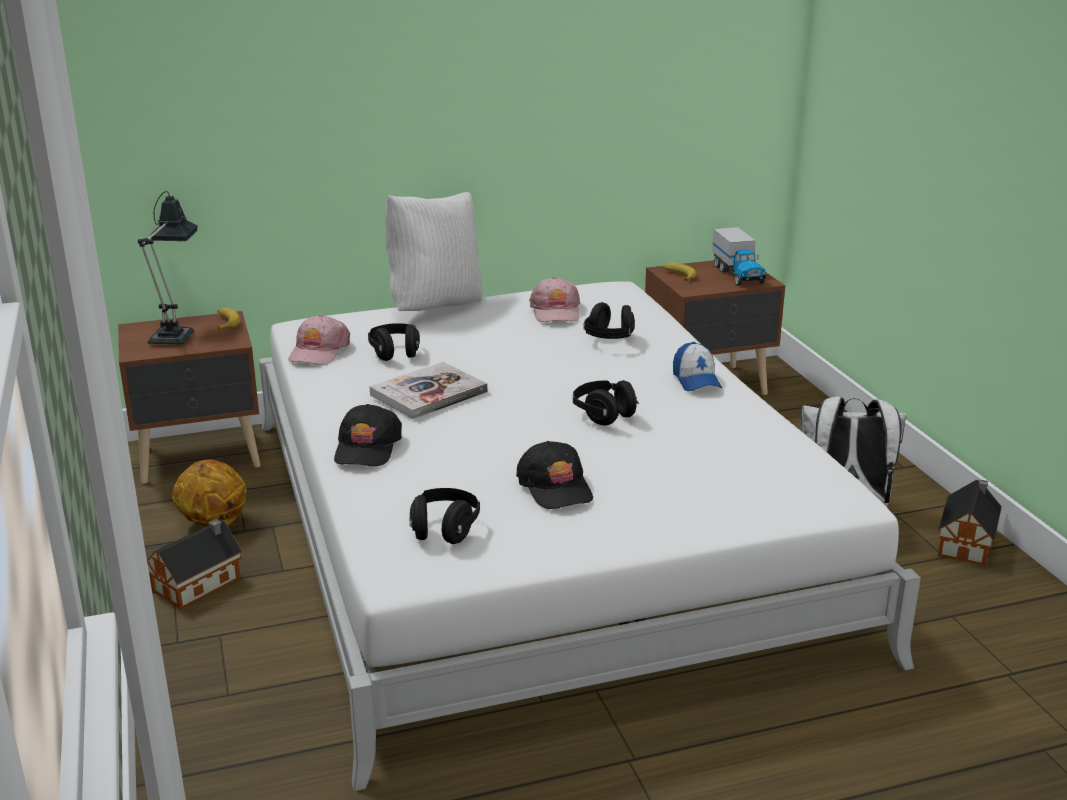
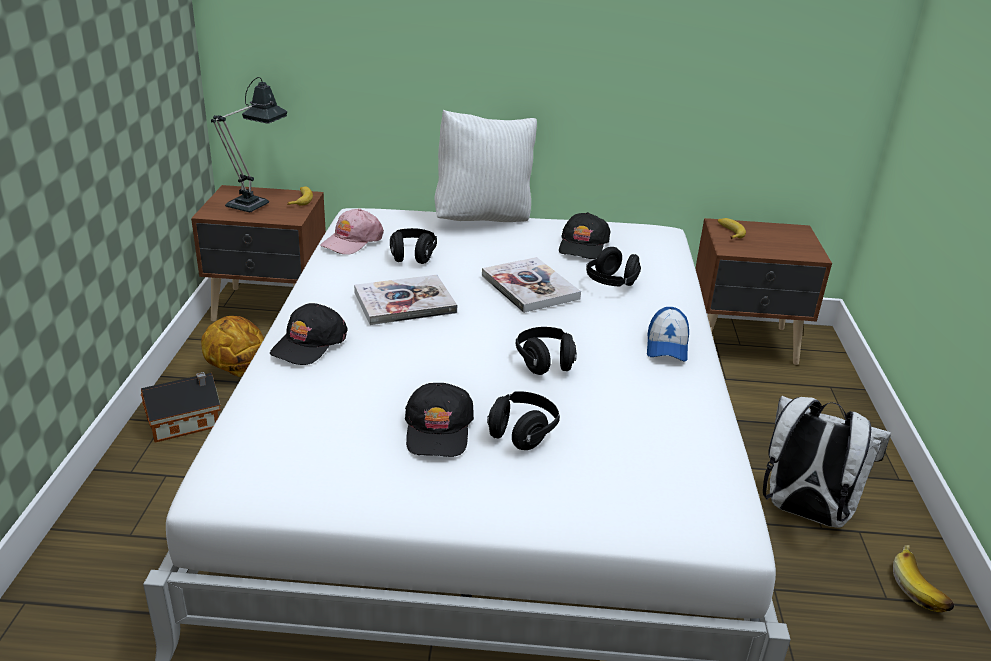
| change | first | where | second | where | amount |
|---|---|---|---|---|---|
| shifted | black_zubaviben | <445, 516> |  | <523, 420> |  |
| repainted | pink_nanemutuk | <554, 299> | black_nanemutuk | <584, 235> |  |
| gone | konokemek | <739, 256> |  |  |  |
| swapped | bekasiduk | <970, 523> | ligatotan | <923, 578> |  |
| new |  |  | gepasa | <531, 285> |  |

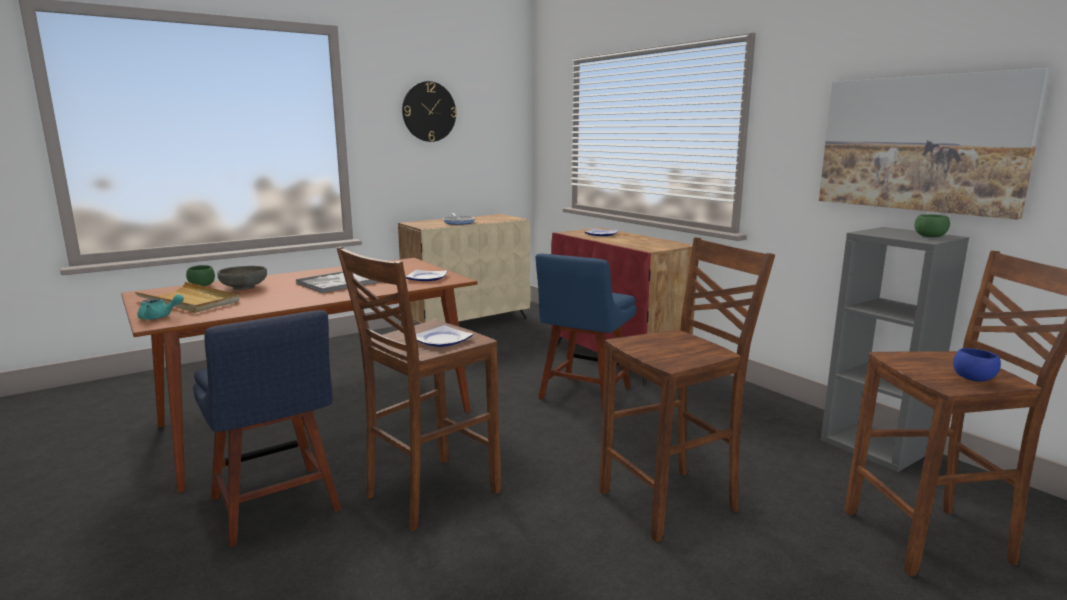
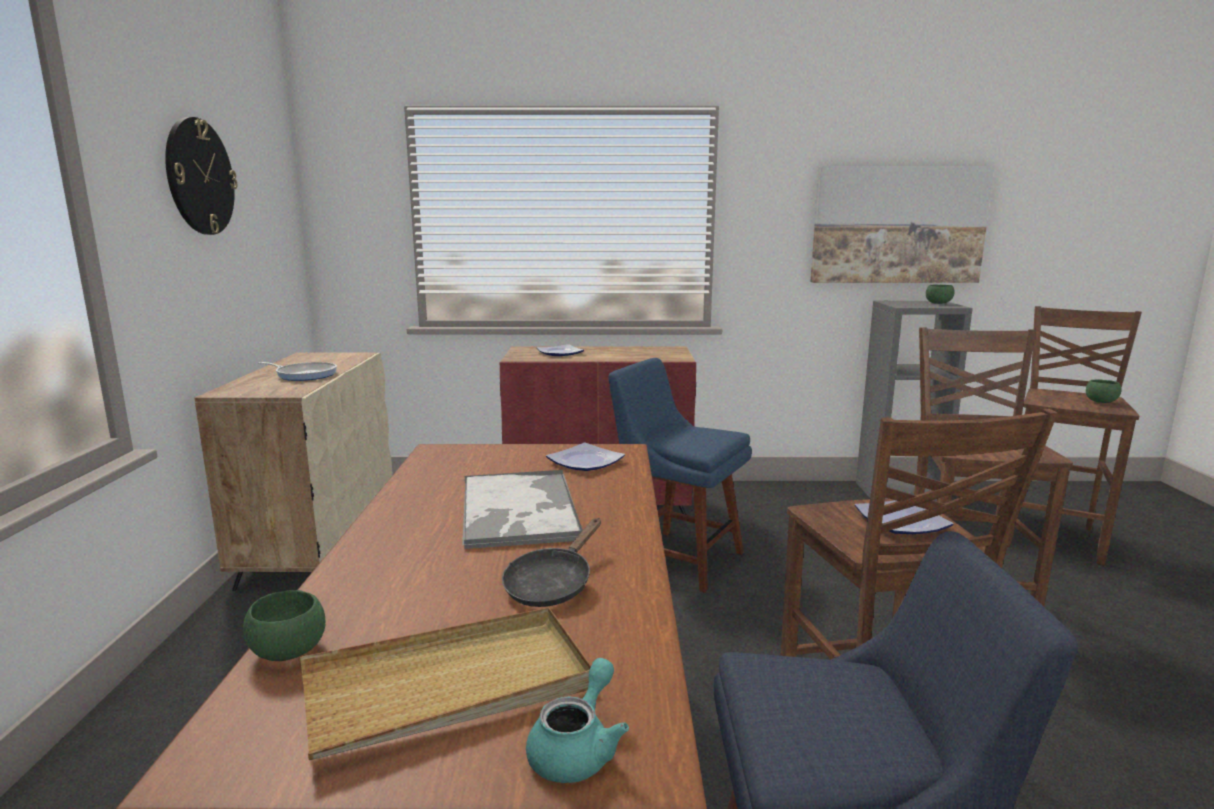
| change | first | where | second | where | amount |
|---|---|---|---|---|---|
| gone | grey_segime | <242, 278> |  |  |  |
| rotated | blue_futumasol | <586, 333> |  | <680, 475> | 150 degrees clockwise |
| repainted | blue_segime | <977, 365> | green_segime | <1103, 391> |  |
| new |  |  | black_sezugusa | <551, 562> |  |

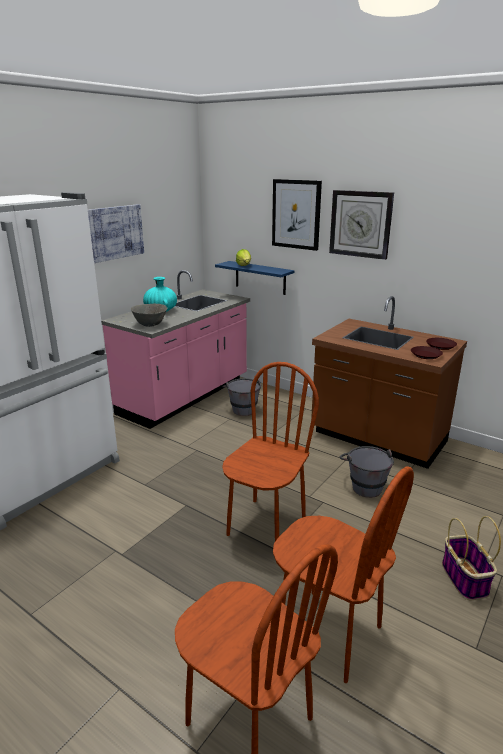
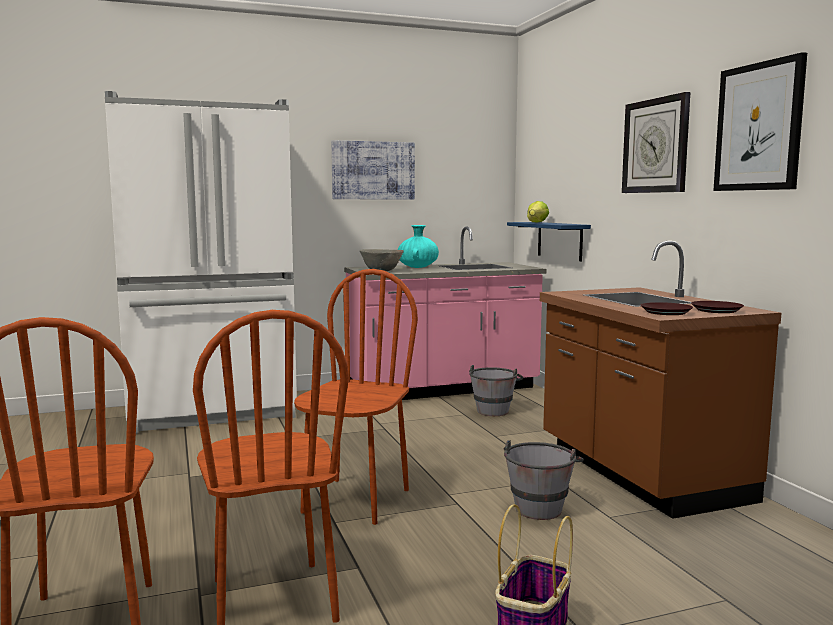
| change | first | where | second | where | amount |
|---|---|---|---|---|---|
| rotated | brown_futumasol | <270, 451> |  | <356, 397> | 45 degrees counterclockwise |
| shifted | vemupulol | <297, 215> |  | <760, 121> |  |

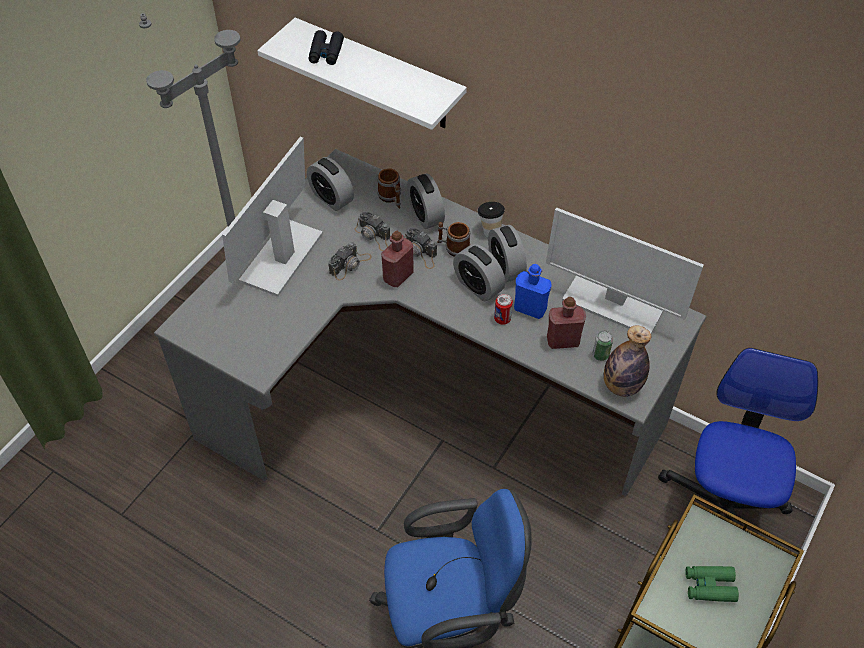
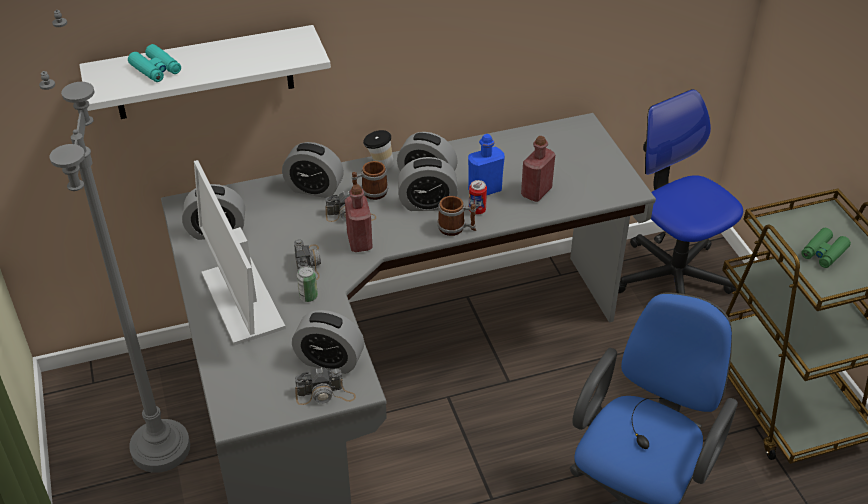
| change | first | where | second | where | amount |
|---|---|---|---|---|---|
| repainted | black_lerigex | <326, 47> | turquoise_lerigex | <154, 63> |  |
| shifted | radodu | <372, 231> |  | <325, 386> |  |
| shifted | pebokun | <389, 188> |  | <456, 216> |  |
| gone | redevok | <625, 271> |  |  |  |
| shifted | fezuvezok | <603, 346> |  | <307, 284> |  |
| gone | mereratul | <627, 361> |  |  |  |
| new |  |  | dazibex | <328, 342> |  |

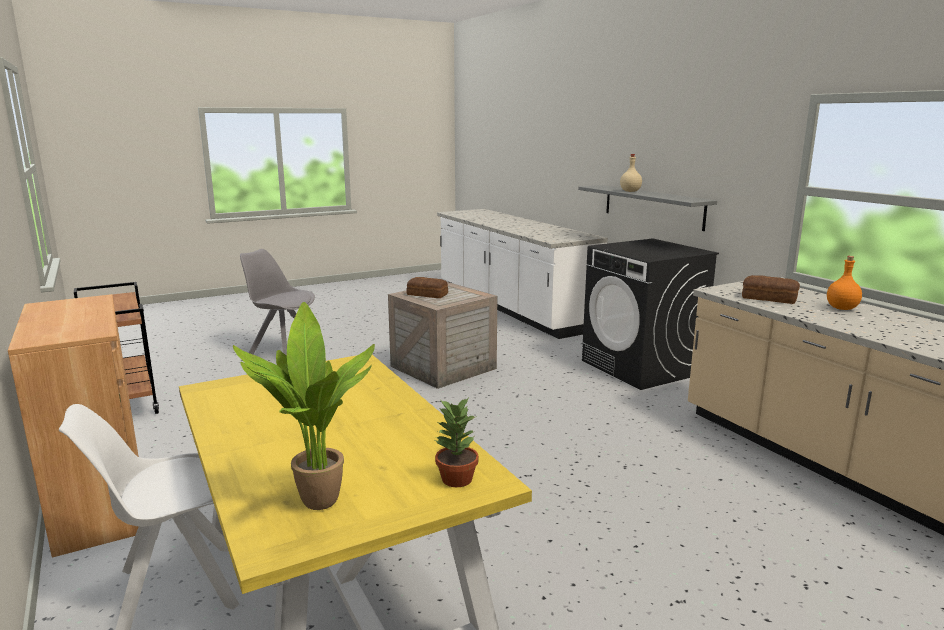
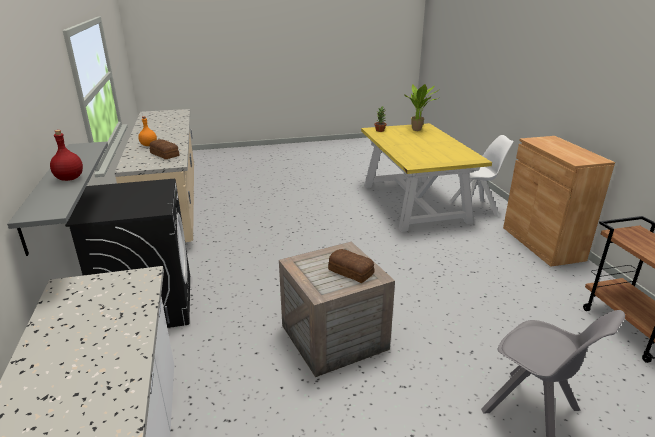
| change | first | where | second | where | amount |
|---|---|---|---|---|---|
| repainted | beige_mereratul | <631, 173> | red_mereratul | <66, 155> |  |

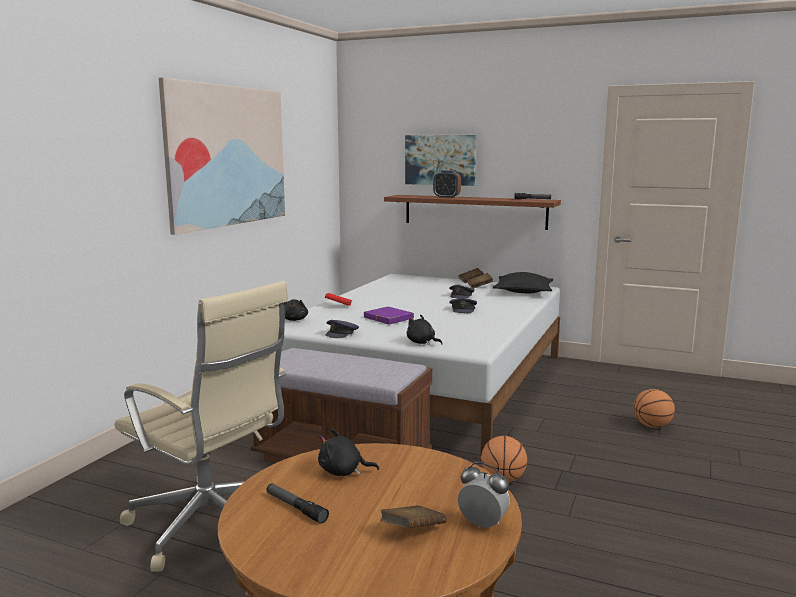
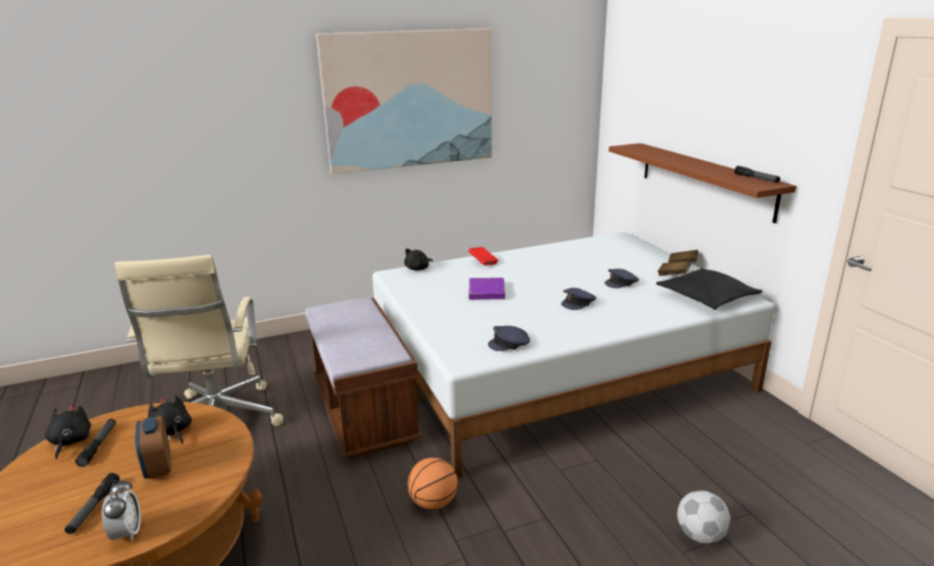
| change | first | where | second | where | amount |
|---|---|---|---|---|---|
| shifted | grey_nanemutuk | <342, 329> |  | <509, 338> |  |
| swapped | brown_gepasa | <413, 516> | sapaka | <92, 503> |  |
| gone | vemupulol | <440, 160> |  |  |  |
| shifted | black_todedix | <424, 330> |  | <68, 431> |  |
| shifted | dazibex | <447, 184> |  | <153, 447> |  |
| swapped | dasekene | <654, 408> | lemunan | <704, 517> |  |

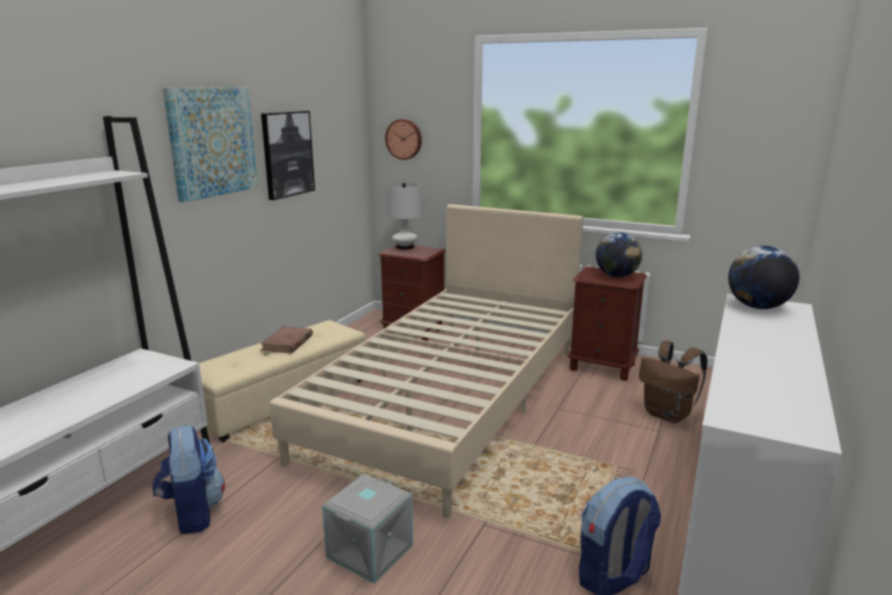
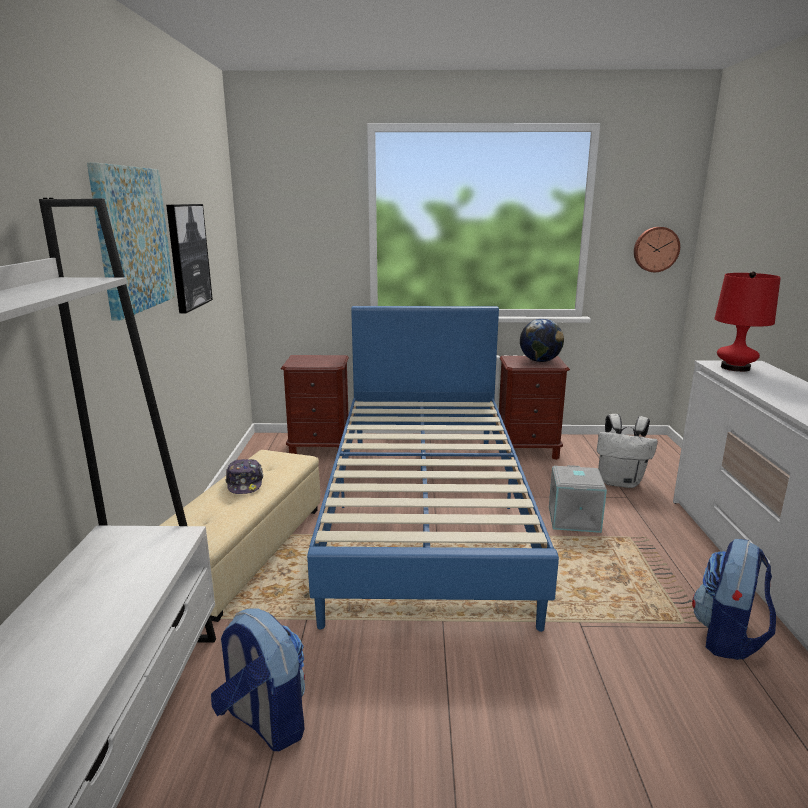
| change | first | where | second | where | amount |
|---|---|---|---|---|---|
| swapped | brown_gepasa | <286, 339> | nanemutuk | <244, 476> |  |
| repainted | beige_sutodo | <426, 361> | blue_sutodo | <433, 469> |  |
| shifted | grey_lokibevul | <367, 529> |  | <578, 499> |  |
| shifted | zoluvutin | <403, 139> |  | <657, 249> |  |
| gone | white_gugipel | <404, 216> |  |  |  |
| repainted | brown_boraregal | <673, 382> | white_boraregal | <627, 451> |  |
| swapped | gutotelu | <763, 277> | red_gugipel | <747, 321> |  |

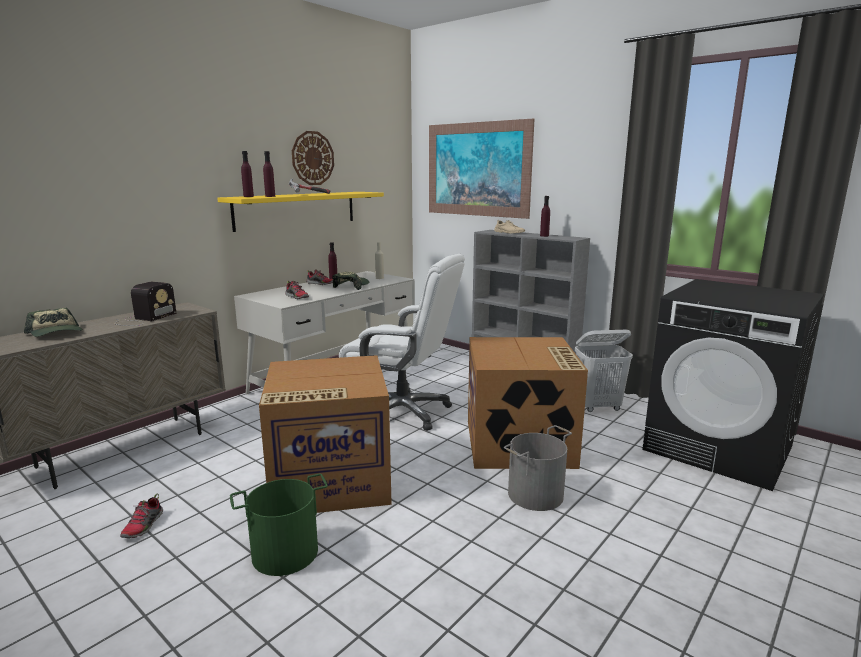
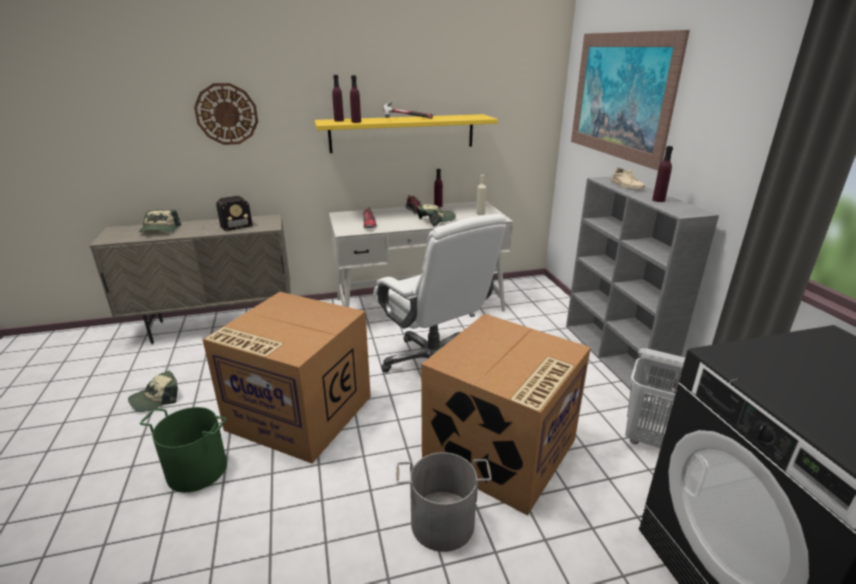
| change | first | where | second | where | amount |
|---|---|---|---|---|---|
| swapped | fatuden | <141, 516> | nanemutuk | <153, 391> |  |
| shifted | zoluvutin | <313, 158> |  | <226, 114> |  |

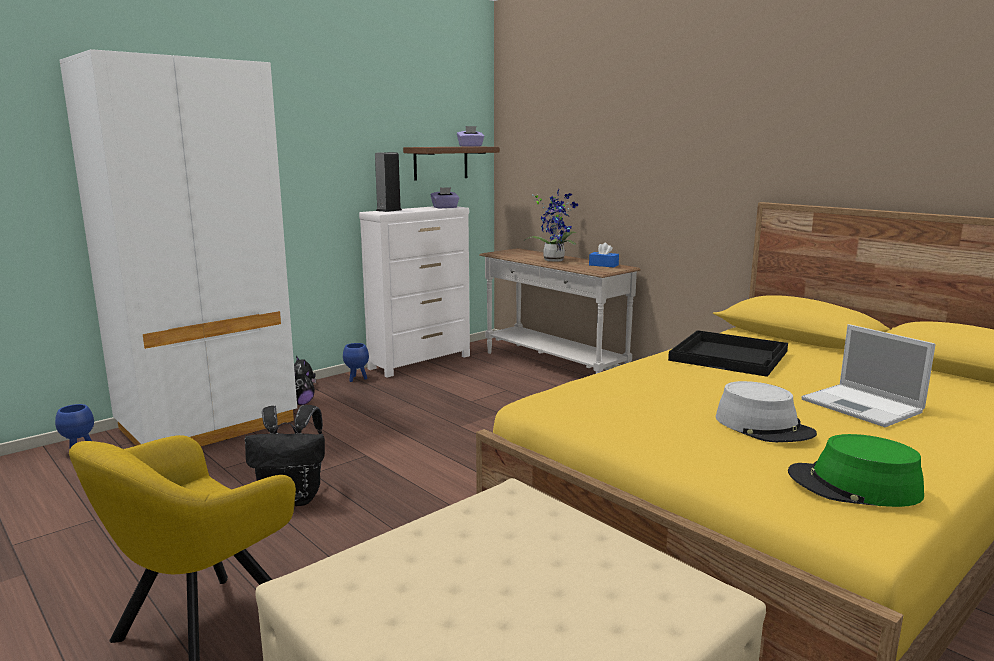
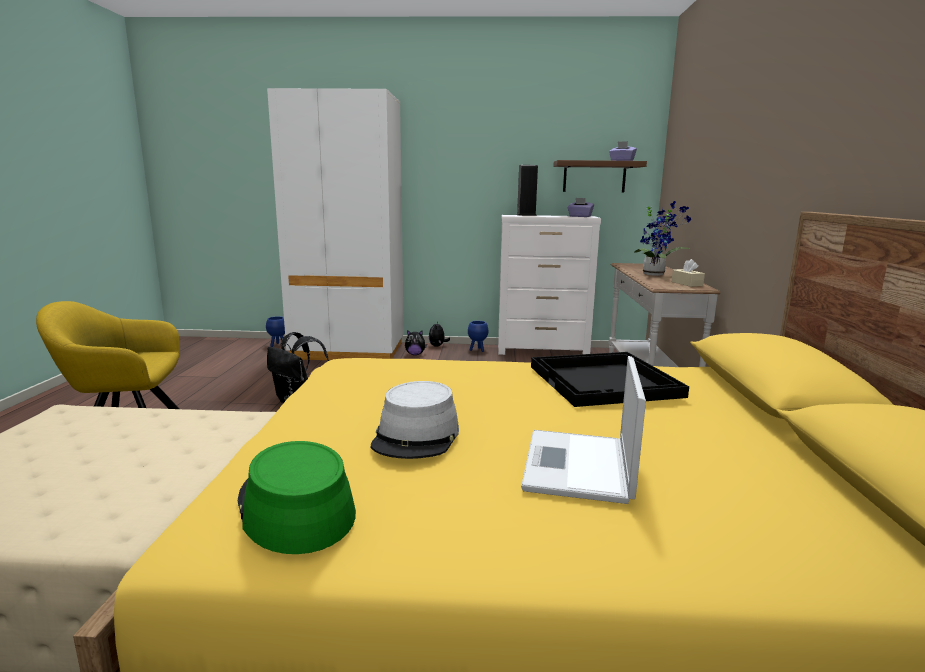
| change | first | where | second | where | amount |
|---|---|---|---|---|---|
| repainted | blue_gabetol | <604, 255> | beige_gabetol | <688, 273> |  |

